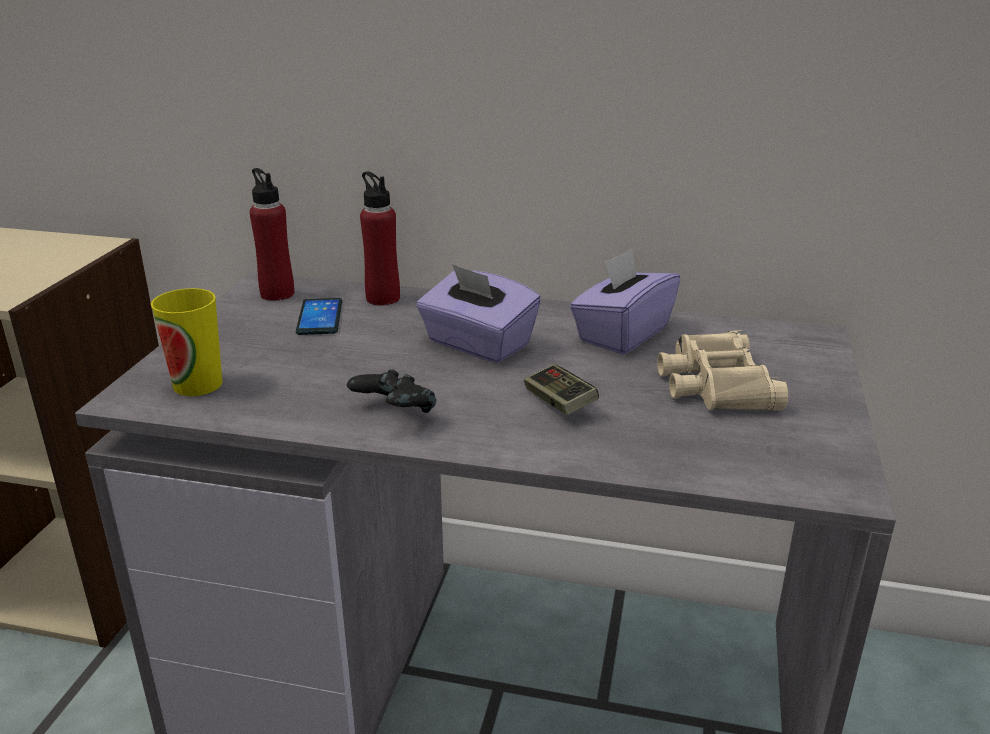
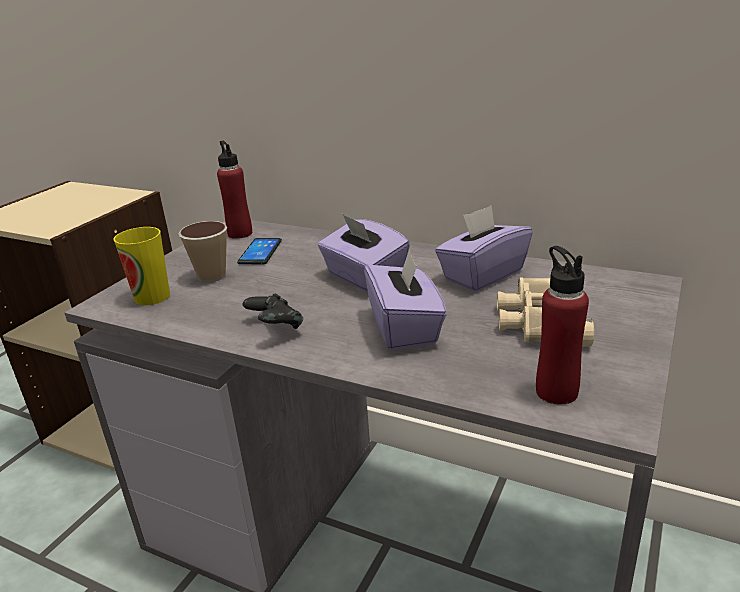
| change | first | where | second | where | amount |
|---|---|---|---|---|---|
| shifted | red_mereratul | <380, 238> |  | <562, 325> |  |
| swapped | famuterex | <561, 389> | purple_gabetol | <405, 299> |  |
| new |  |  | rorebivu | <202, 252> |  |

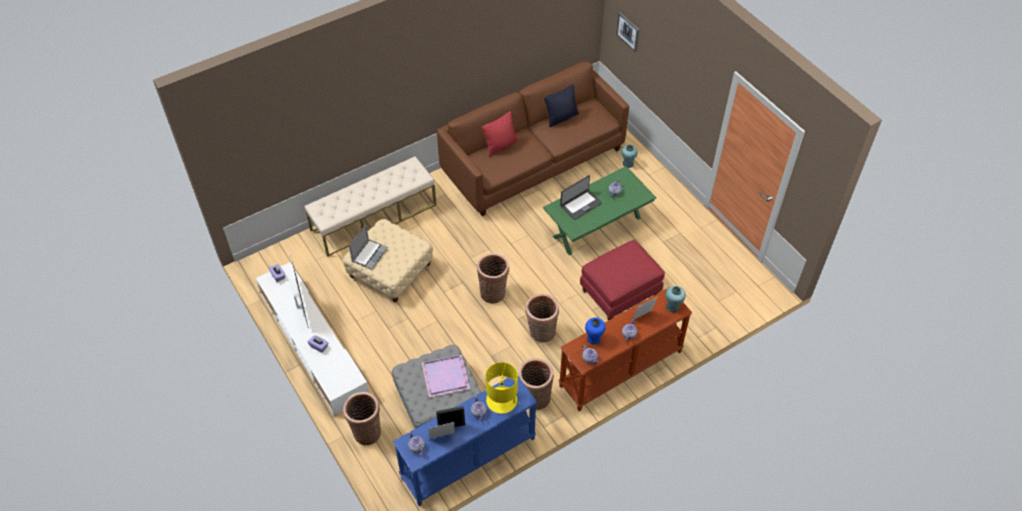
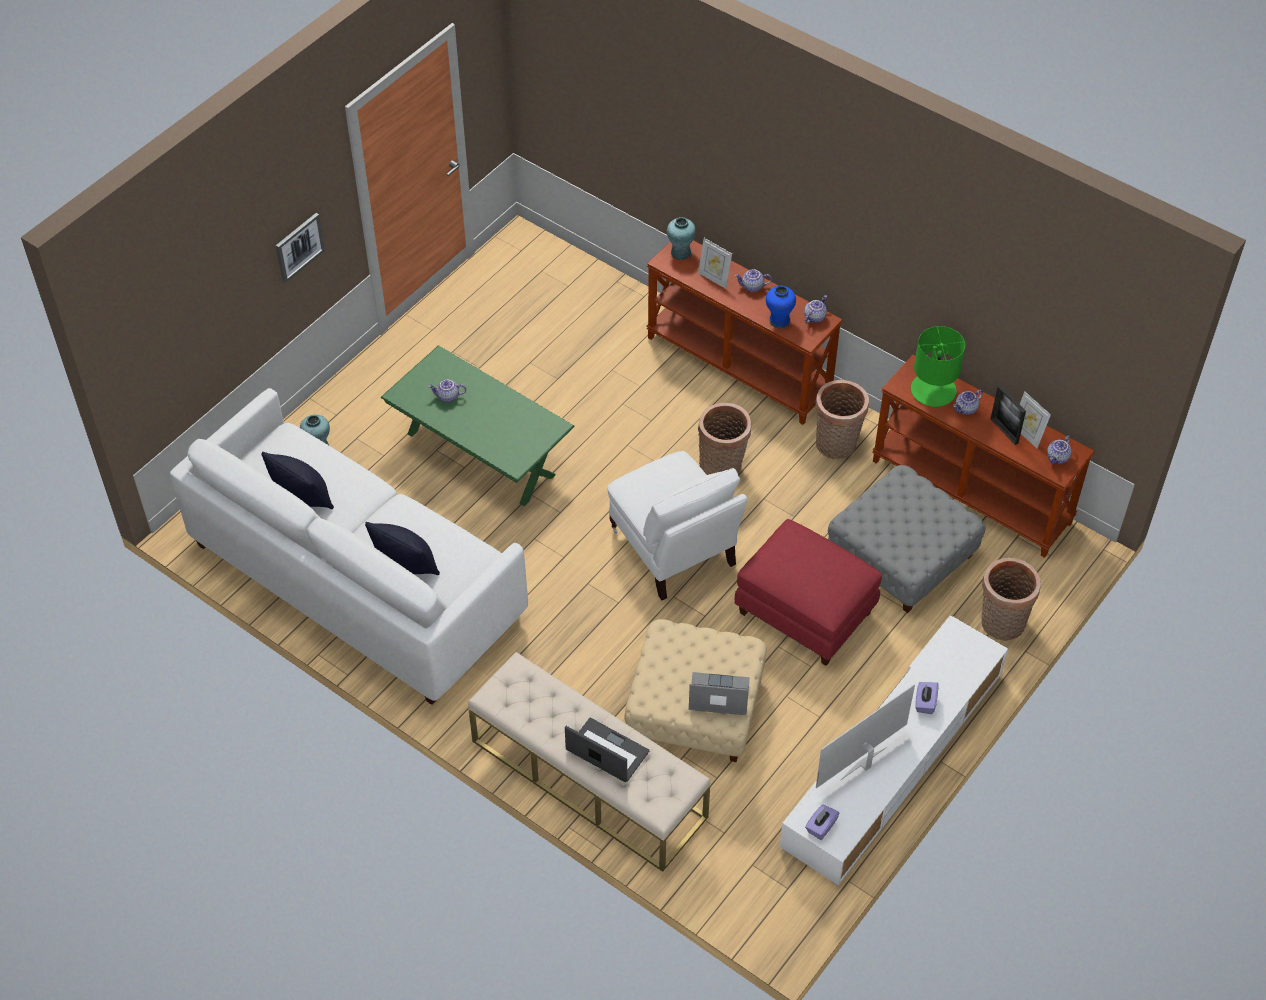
| change | first | where | second | where | amount |
|---|---|---|---|---|---|
| repainted | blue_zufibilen | <465, 441> | brown_zufibilen | <983, 456> |  |
| gone | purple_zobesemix | <446, 376> |  |  |  |
| repainted | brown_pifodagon | <533, 138> | white_pifodagon | <349, 546> |  |
| swapped | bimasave | <493, 278> | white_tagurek | <677, 525> |  |
| repainted | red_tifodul | <500, 133> | black_tifodul | <402, 548> |  |
| repainted | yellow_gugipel | <503, 388> | green_gugipel | <938, 366> |  |
| shifted | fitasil | <581, 197> |  | <607, 750> |  |
| shifted | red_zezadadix | <622, 280> |  | <808, 592> |  |
| shifted | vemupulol | <627, 32> |  | <300, 248> |  |

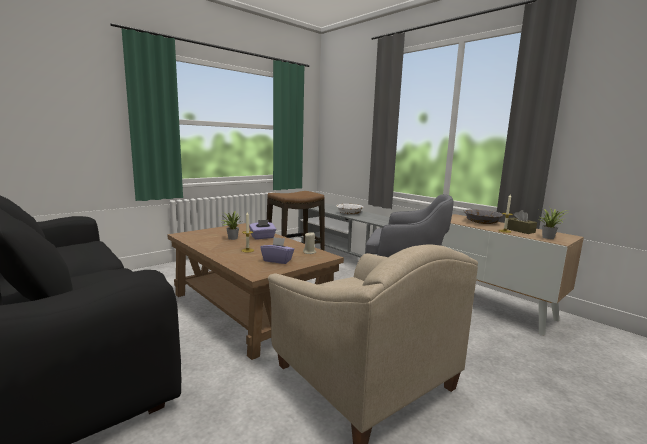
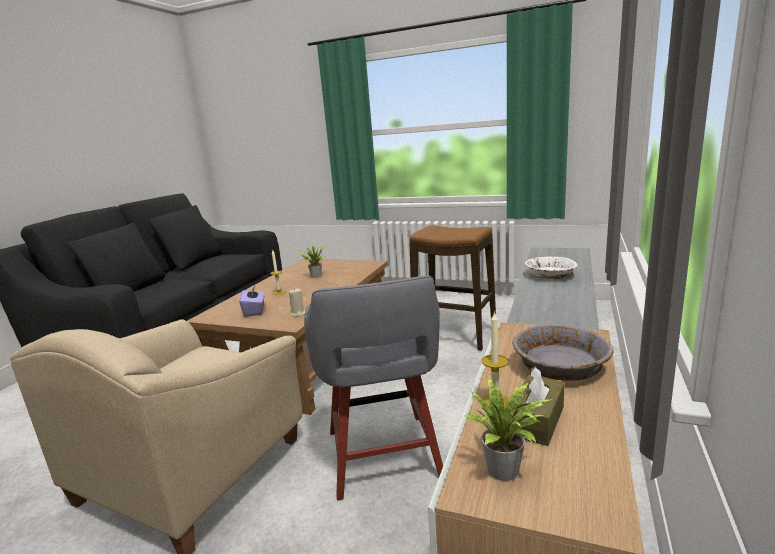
| change | first | where | second | where | amount |
|---|---|---|---|---|---|
| gone | purple_gabetol | <262, 229> |  |  |  |

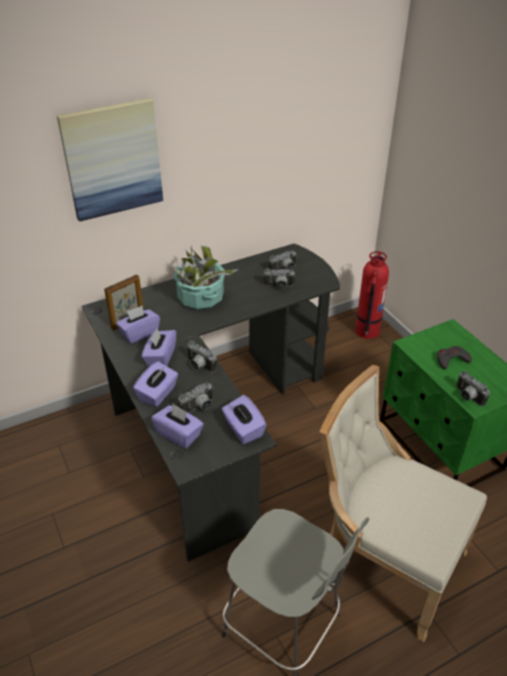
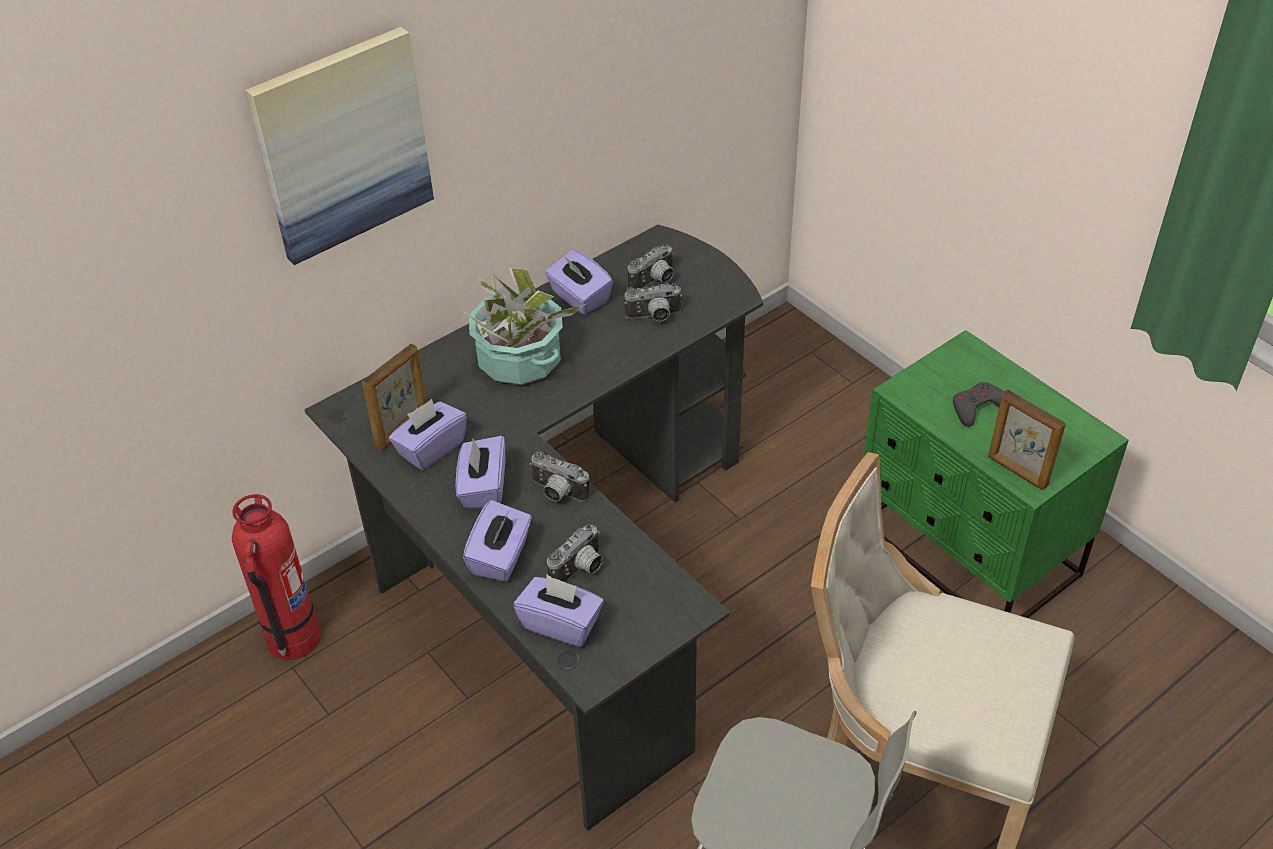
| change | first | where | second | where | amount |
|---|---|---|---|---|---|
| shifted | purple_gabetol | <244, 419> |  | <579, 282> |  |
| shifted | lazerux | <372, 295> |  | <276, 577> |  |
| swapped | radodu | <473, 388> | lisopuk | <1027, 440> |  |

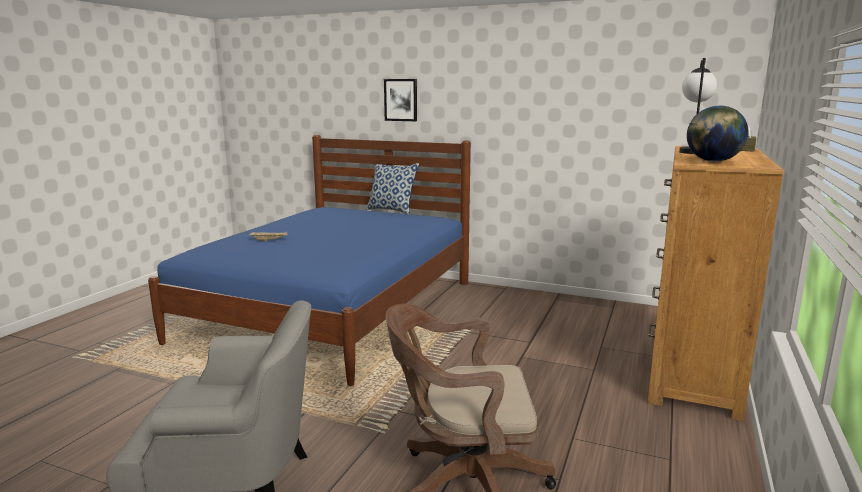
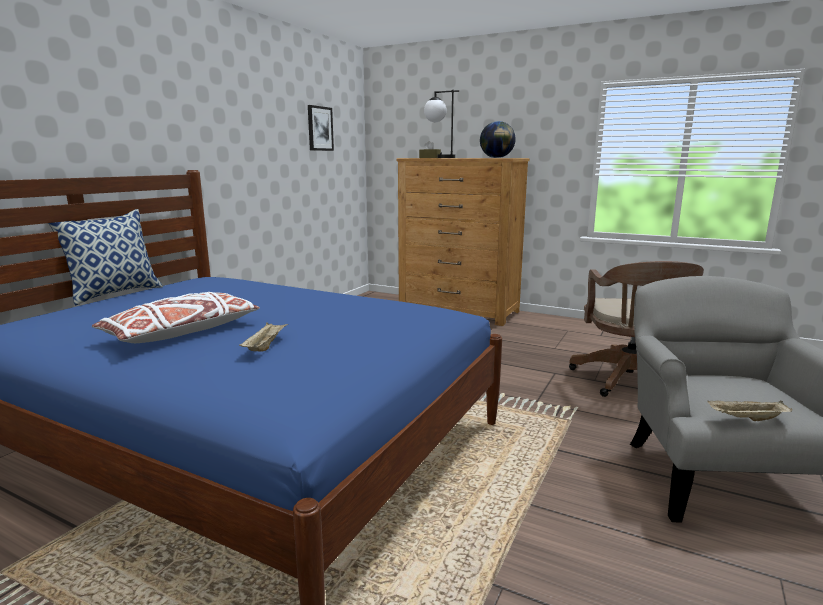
| change | first | where | second | where | amount |
|---|---|---|---|---|---|
| shifted | vemupulol | <400, 100> |  | <321, 128> |  |
| new |  |  | white_tifodul | <176, 317> |  |
| new |  |  | beige_zobesemix | <749, 410> |  |

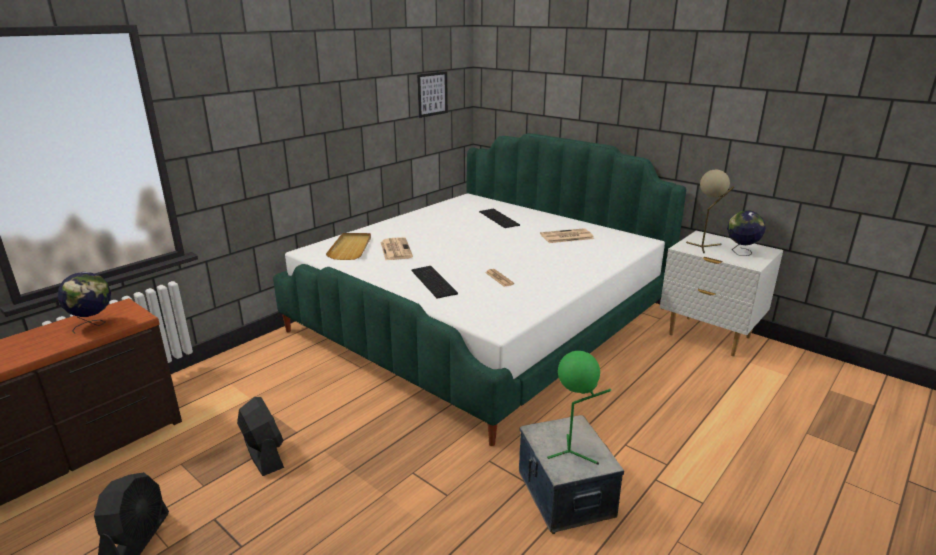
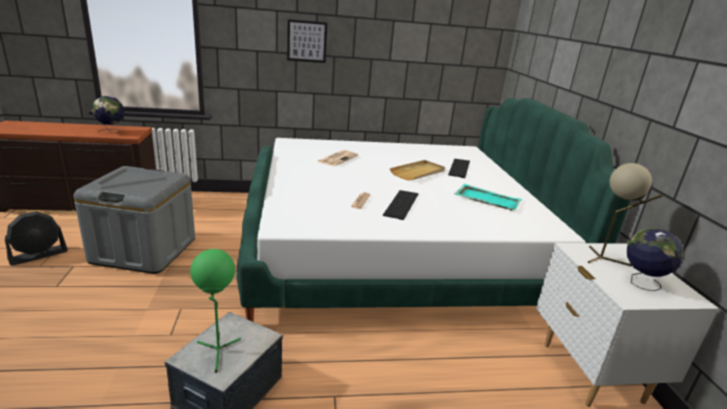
| change | first | where | second | where | amount |
|---|---|---|---|---|---|
| swapped | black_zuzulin | <260, 436> | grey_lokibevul | <134, 220> |  |
| shifted | beige_zobesemix | <348, 246> |  | <417, 170> |  |
| shifted | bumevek | <434, 282> |  | <400, 205> |  |
| shifted | vemupulol | <432, 95> |  | <307, 41> |  |
| swapped | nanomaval | <567, 235> | turquoise_zobesemix | <488, 197> |  |

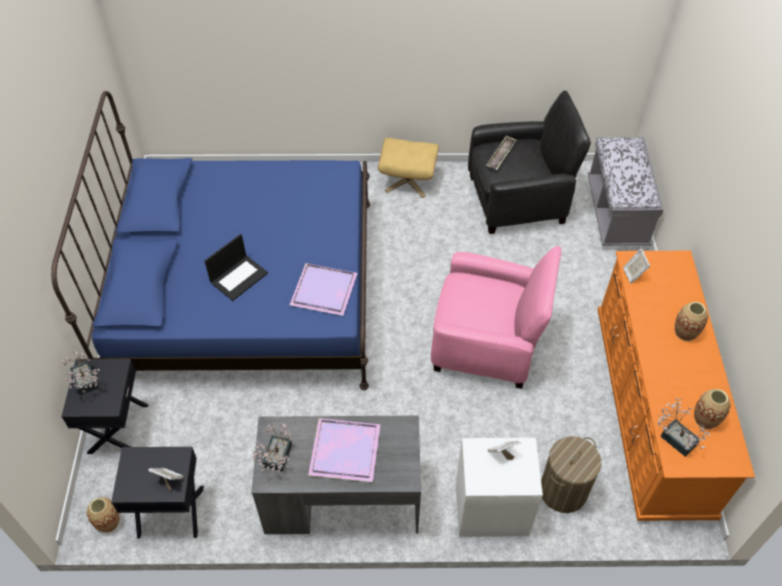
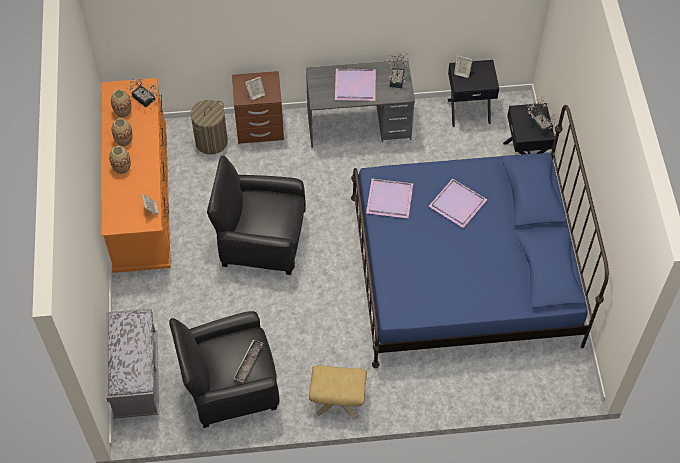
| change | first | where | second | where | amount |
|---|---|---|---|---|---|
| shifted | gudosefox | <103, 515> |  | <121, 132> |  |
| swapped | fitasil | <236, 267> | purple_zobesemix | <458, 203> |  |
| repainted | pink_tagurek | <496, 317> | black_tagurek | <256, 215> |  |
| repainted | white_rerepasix | <499, 487> | brown_rerepasix | <258, 107> |  |

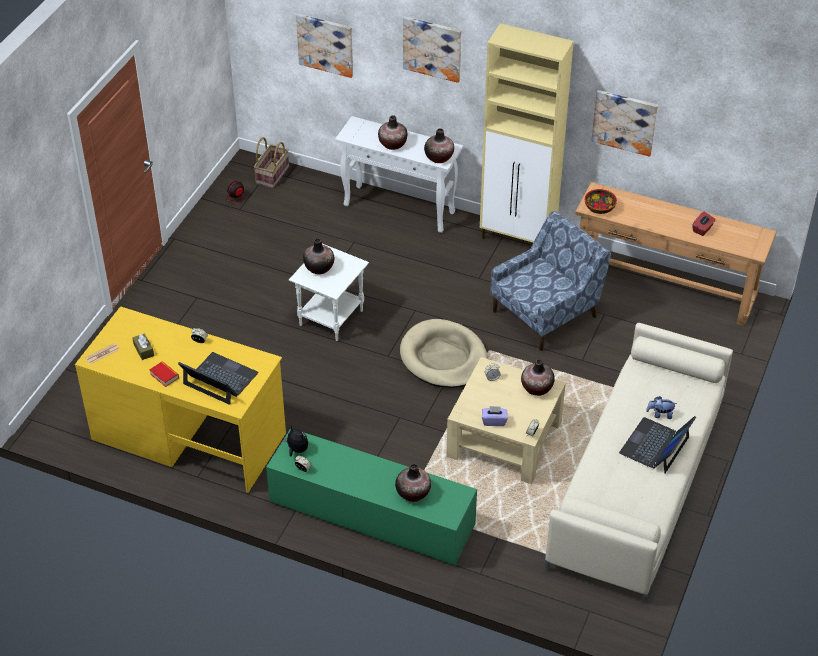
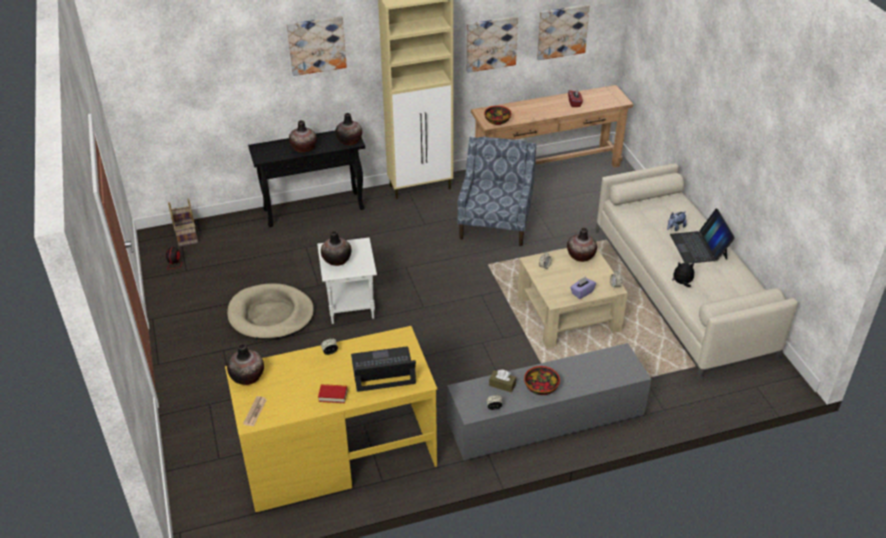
| change | first | where | second | where | amount |
|---|---|---|---|---|---|
| shifted | brown_gabetol | <143, 346> |  | <502, 381> |  |
| repainted | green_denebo | <371, 496> | grey_denebo | <549, 401> |  |
| shifted | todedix | <295, 440> |  | <683, 274> |  |
| shifted | vemupulol | <324, 46> |  | <563, 32> |  |
| repainted | white_zufibilen | <399, 174> | black_zufibilen | <306, 178> |  |
| shifted | gudosefox | <413, 483> |  | <245, 364> |  |
| shifted | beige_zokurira | <444, 353> |  | <270, 311> |  |
| new |  |  | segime | <542, 380> |  |

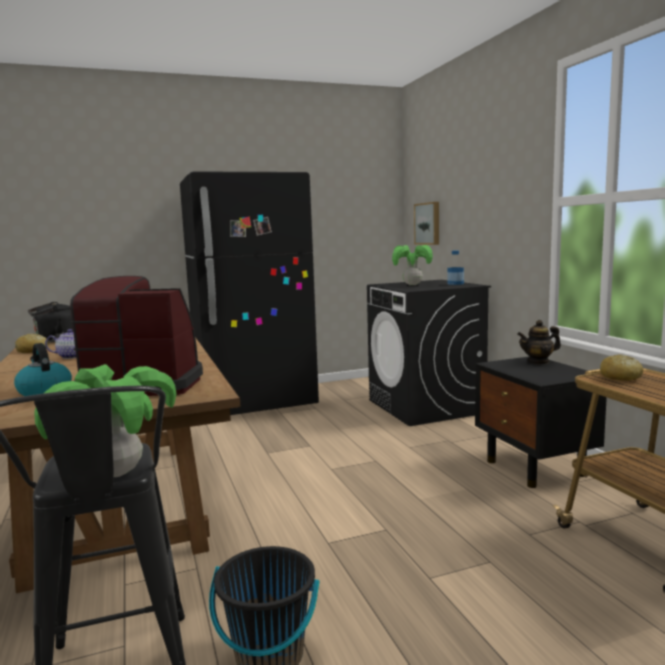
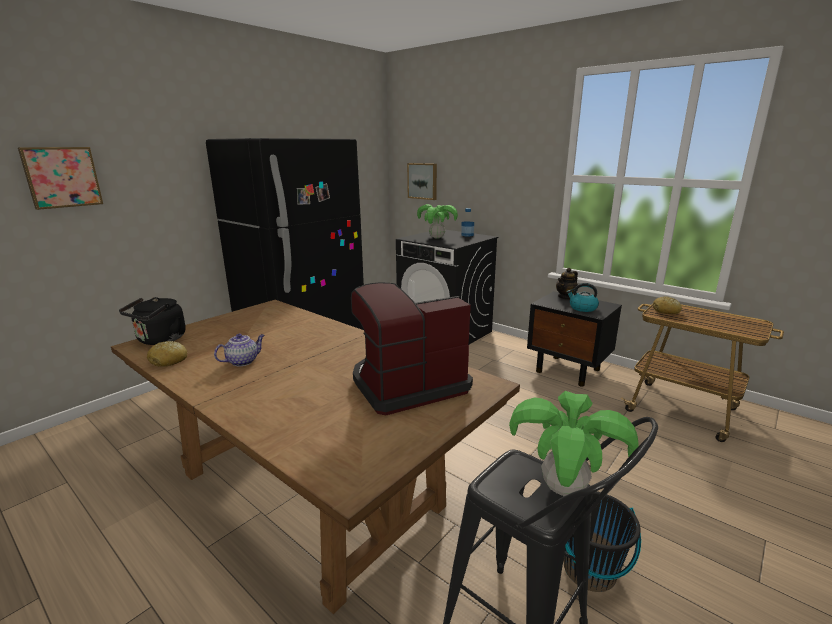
| change | first | where | second | where | amount |
|---|---|---|---|---|---|
| shifted | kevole | <43, 369> |  | <583, 297> |  |
| new |  |  | vemupulol | <60, 178> |  |

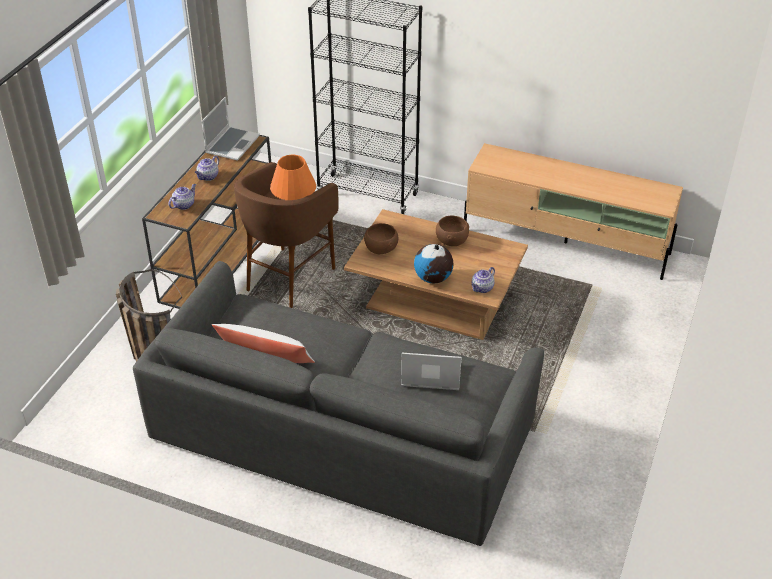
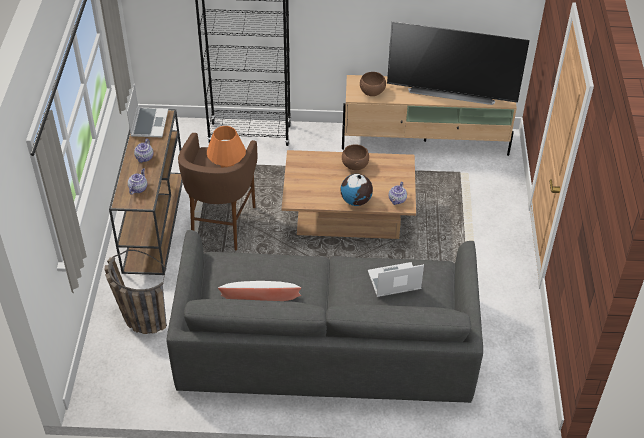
| change | first | where | second | where | amount |
|---|---|---|---|---|---|
| shifted | brown_segime | <381, 238> |  | <373, 84> |  |
| new |  |  | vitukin | <458, 63> |  |

